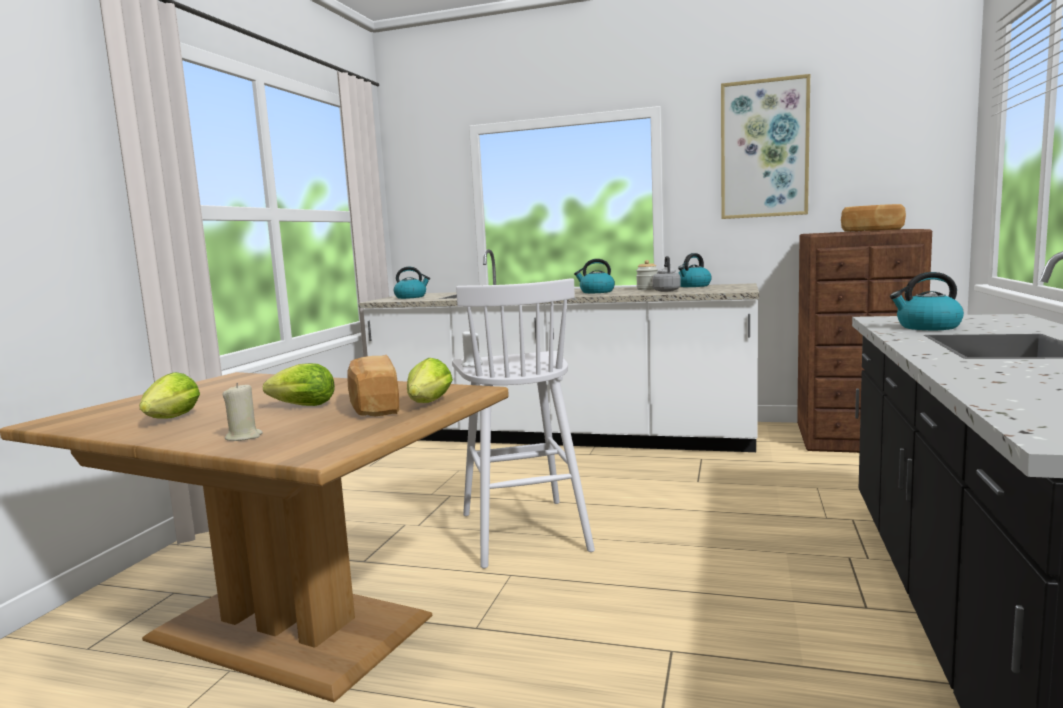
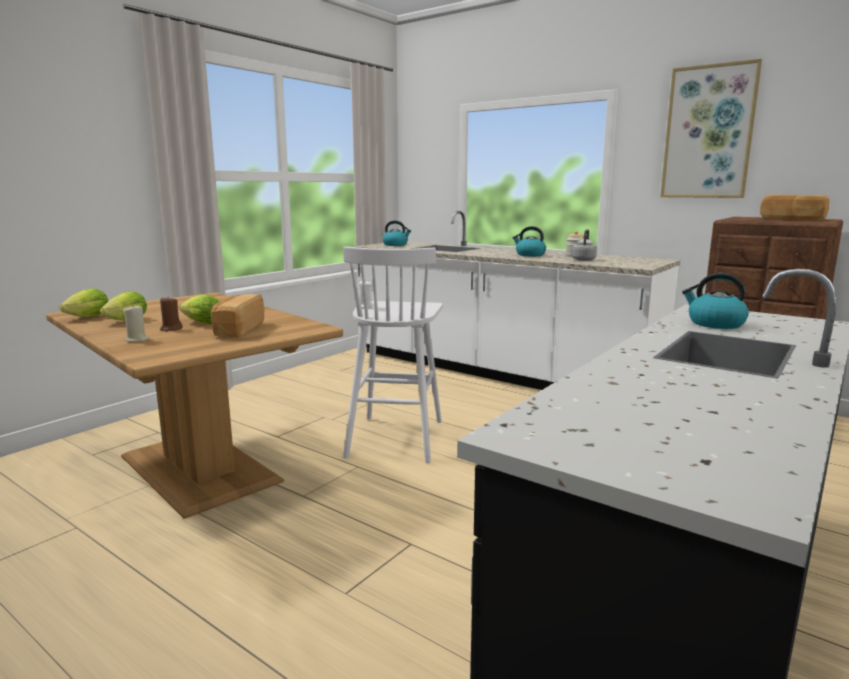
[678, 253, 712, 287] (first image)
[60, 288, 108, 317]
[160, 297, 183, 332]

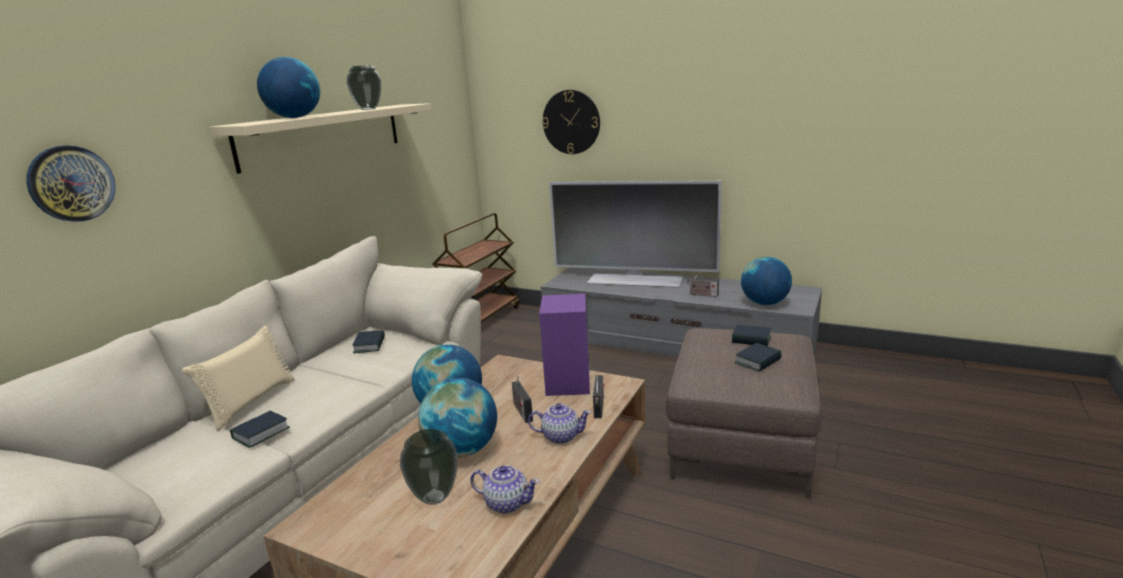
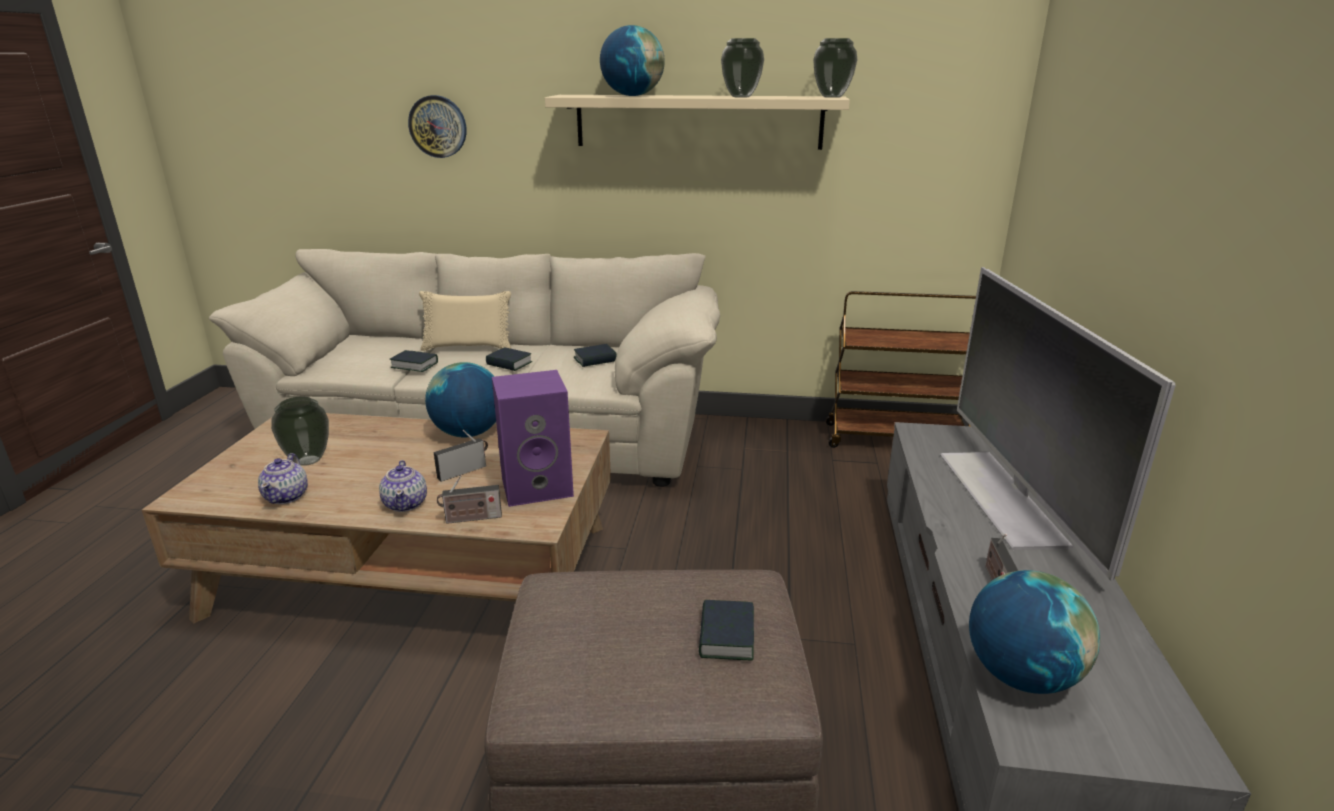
[542, 90, 600, 154] (first image)
[486, 347, 532, 371]
[418, 378, 497, 458] (first image)
[813, 38, 857, 98]

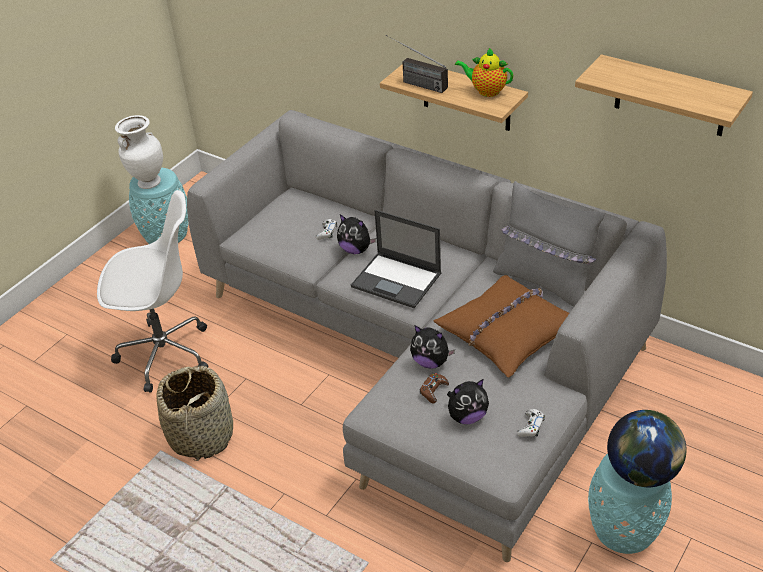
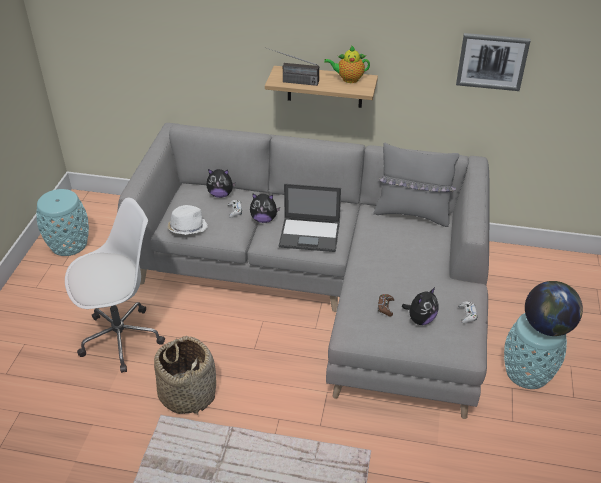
[456, 33, 531, 91]
[115, 115, 163, 189] (first image)
[433, 275, 569, 378] (first image)
[207, 169, 236, 198]
[167, 205, 208, 235]

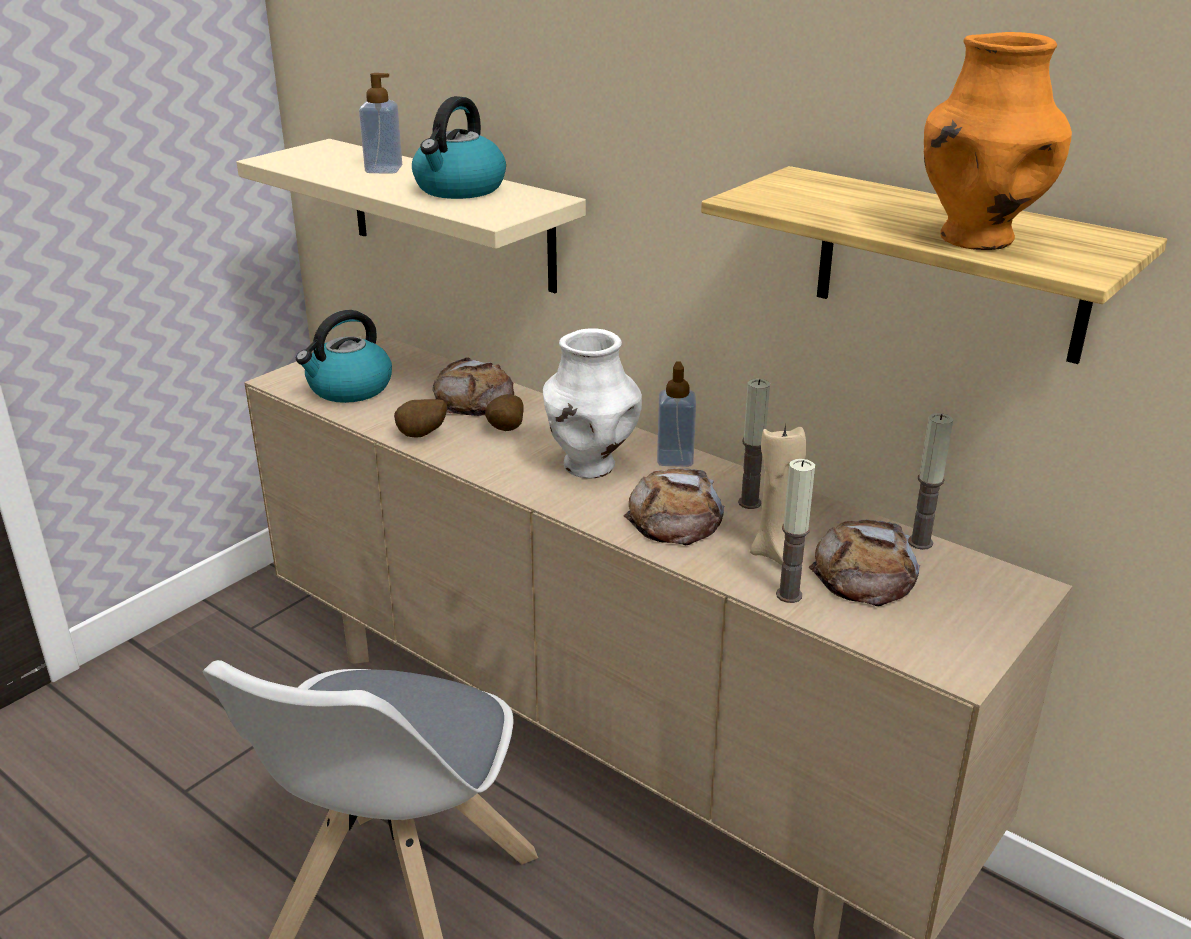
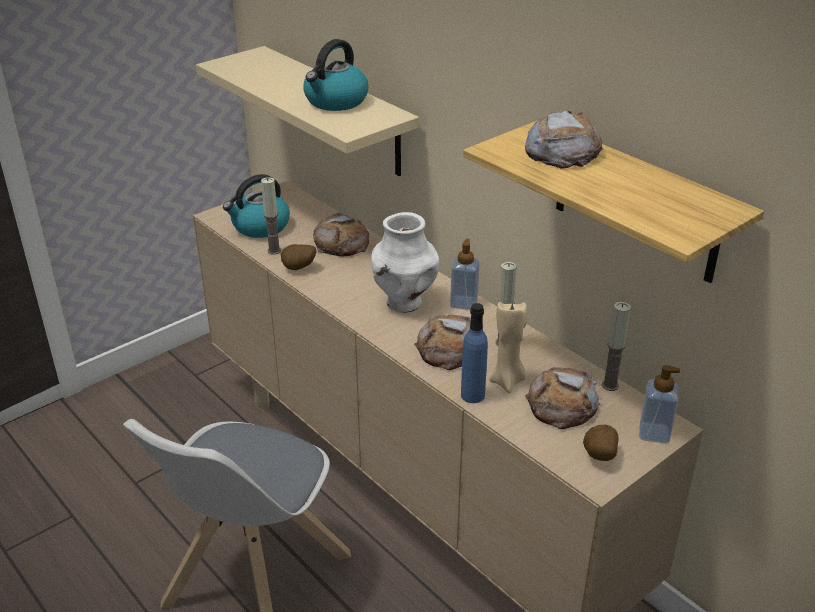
[924, 32, 1072, 250] (first image)
[639, 365, 680, 444]
[583, 425, 619, 461]
[261, 177, 281, 255]
[525, 111, 603, 169]
[461, 303, 488, 403]

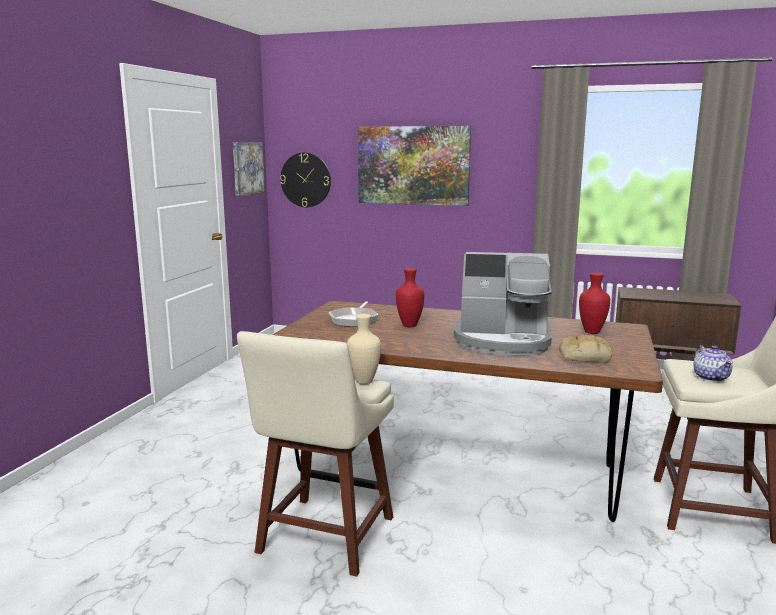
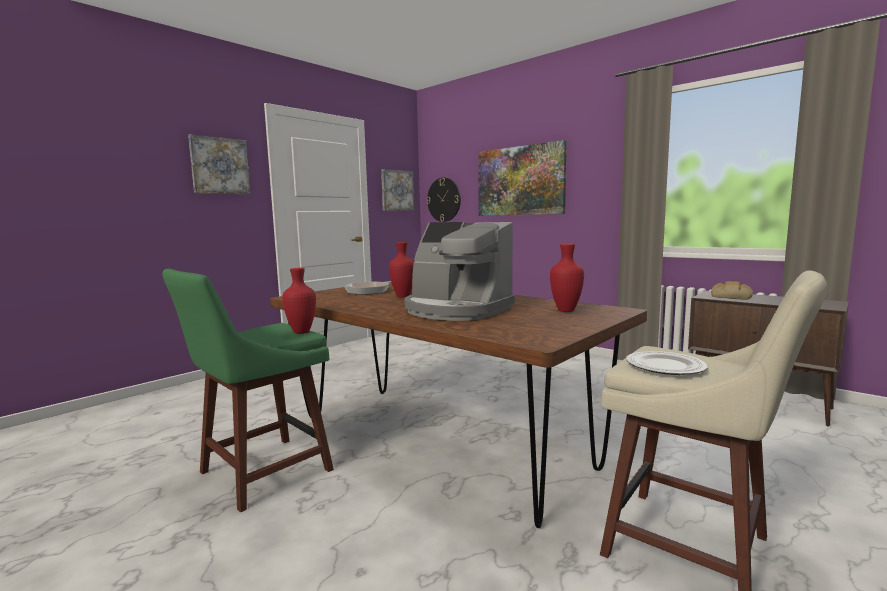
[282, 268, 316, 334]
[162, 269, 334, 512]
[711, 281, 753, 300]
[626, 351, 708, 375]
[188, 134, 251, 194]

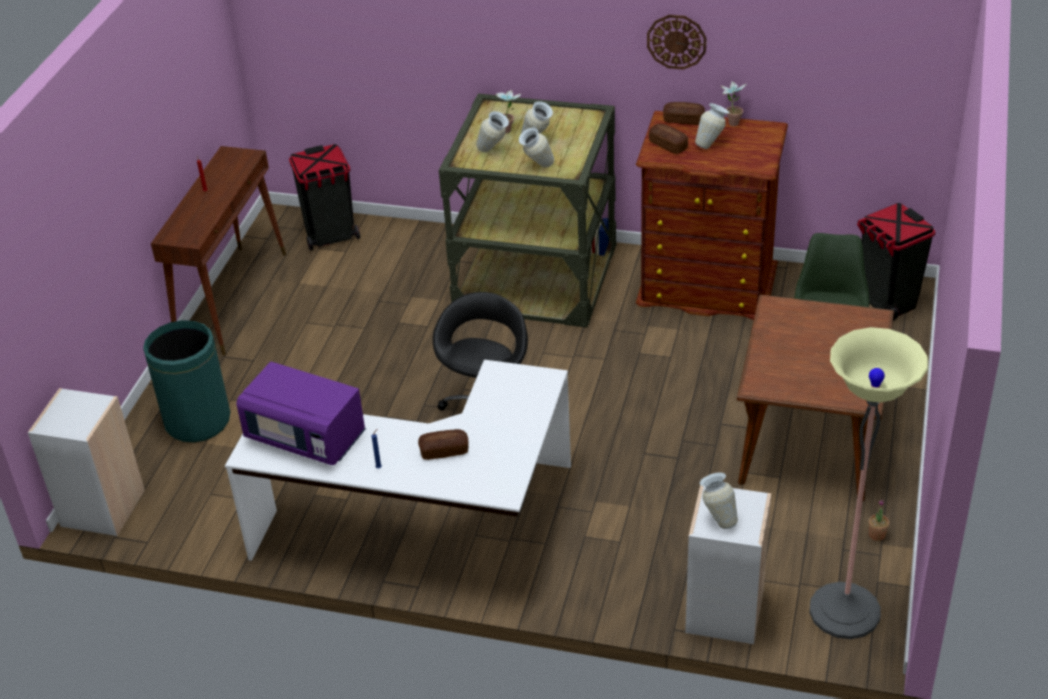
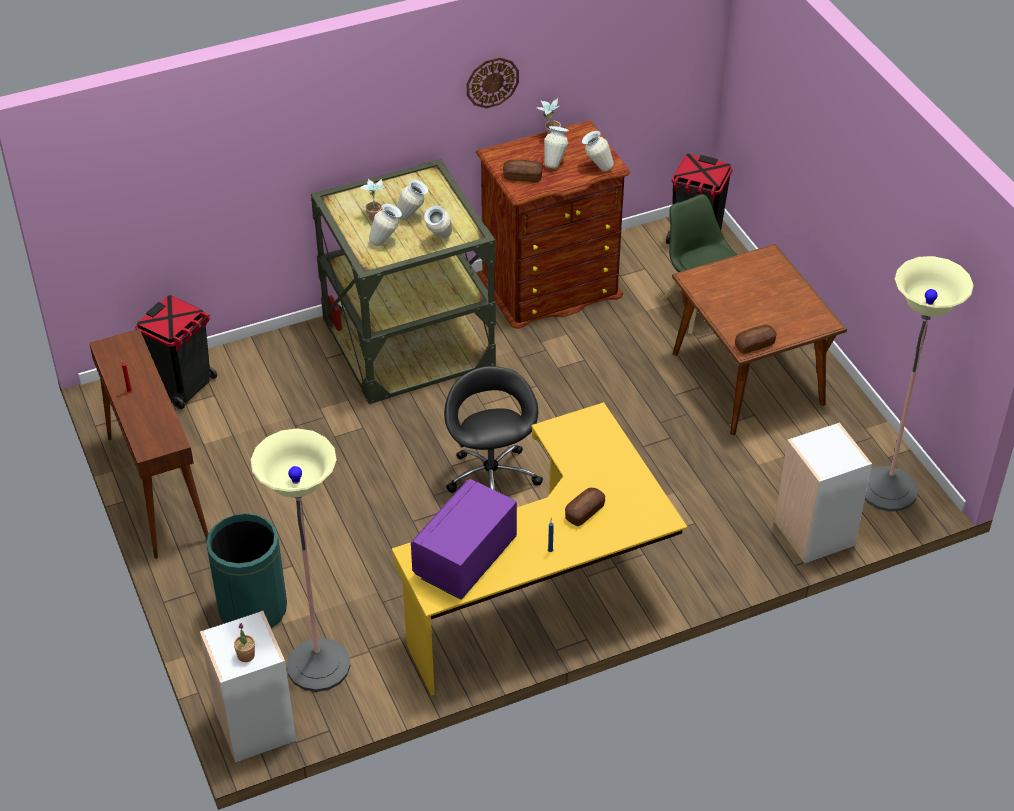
[735, 325, 776, 354]
[392, 402, 687, 696]
[411, 479, 517, 600]
[582, 131, 614, 171]
[234, 623, 255, 662]
[251, 428, 350, 692]

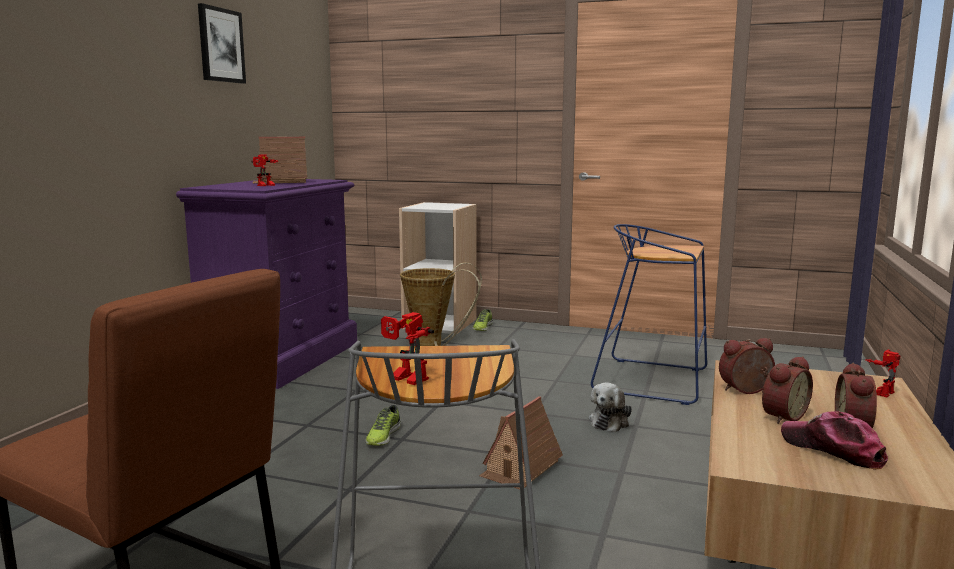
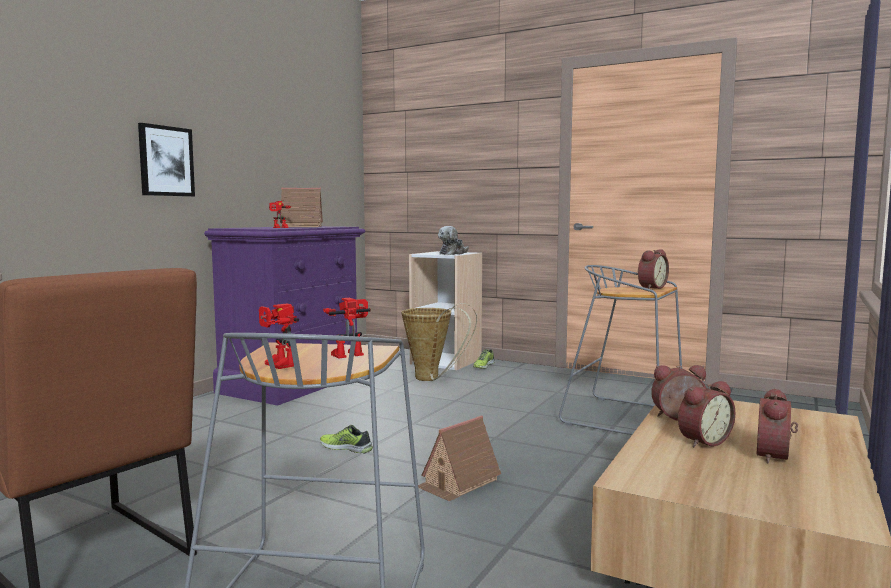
[138, 123, 195, 197]
[559, 265, 682, 435]
[323, 298, 371, 359]
[438, 226, 469, 255]
[320, 425, 373, 453]
[781, 411, 888, 470] (first image)
[638, 249, 669, 289]

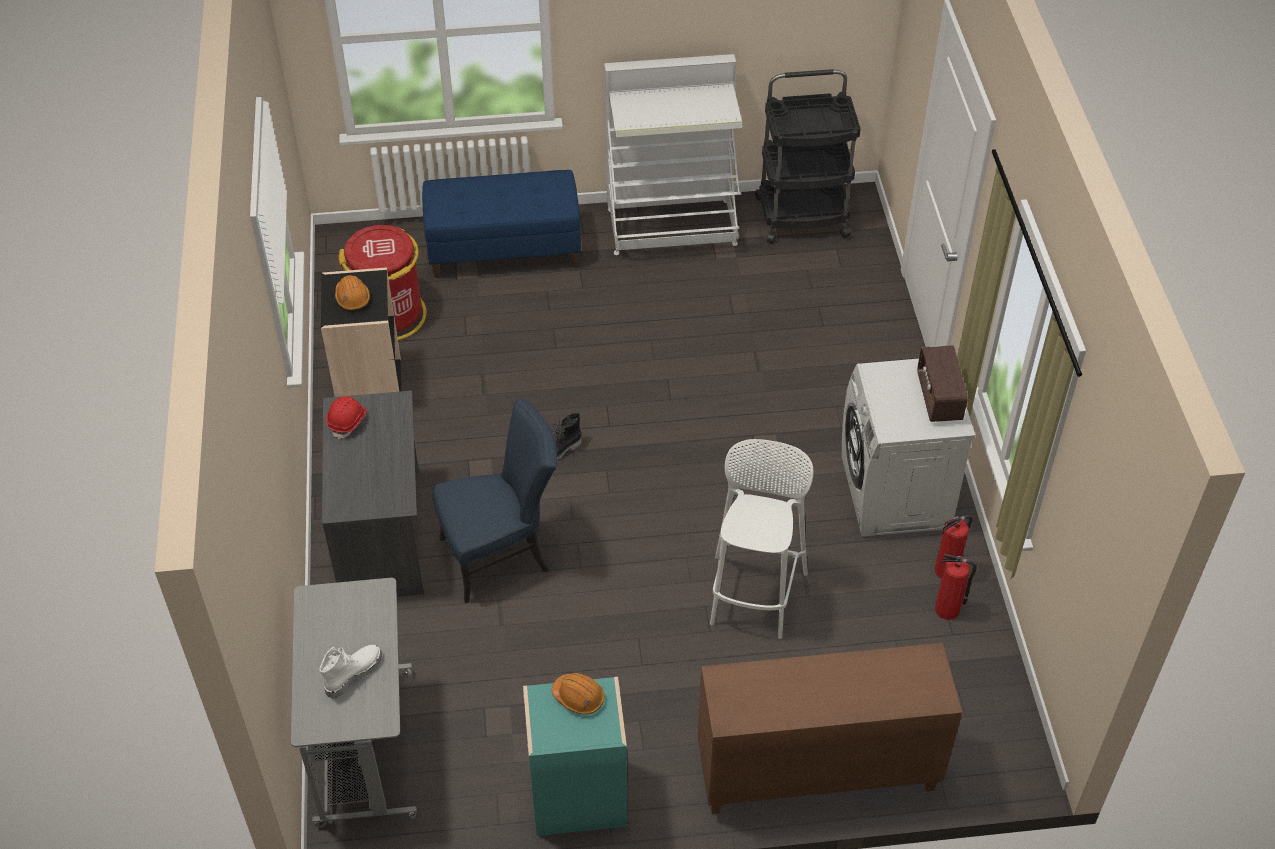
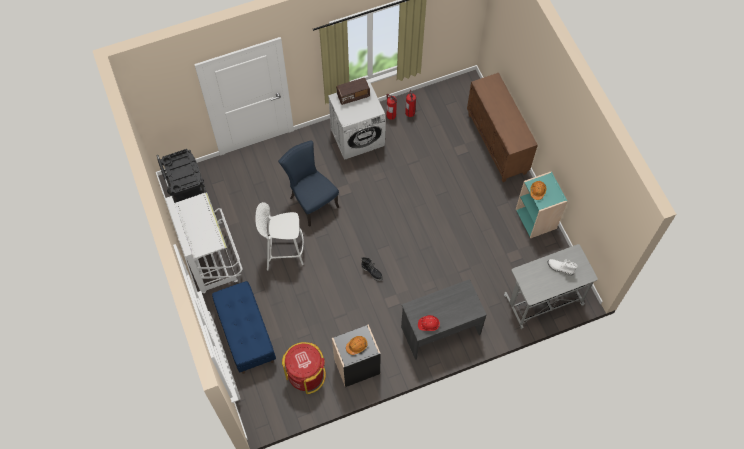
[278, 140, 339, 227]
[256, 202, 304, 271]

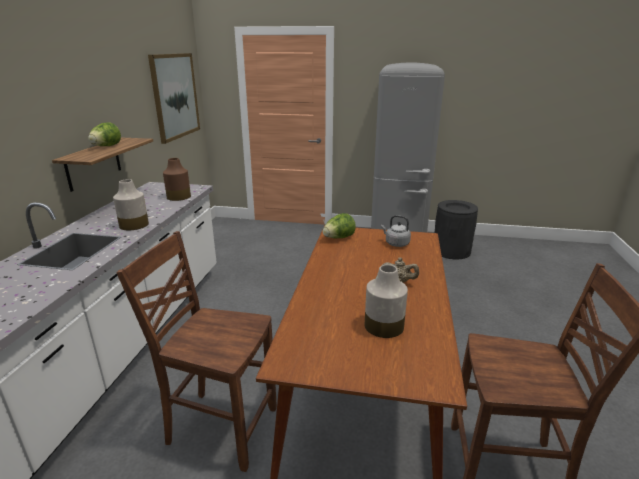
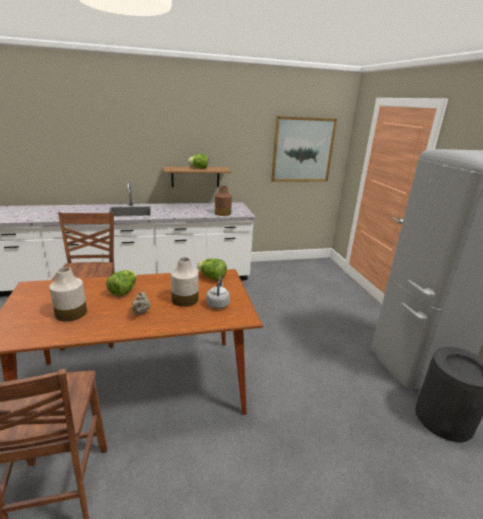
[171, 257, 199, 307]
[106, 270, 137, 297]

